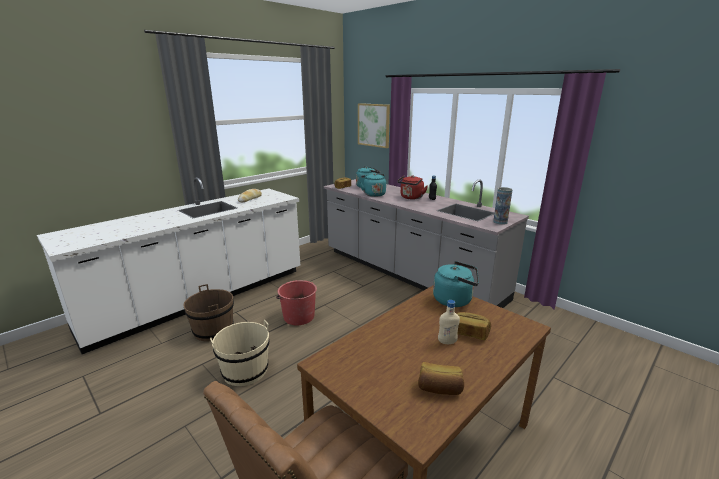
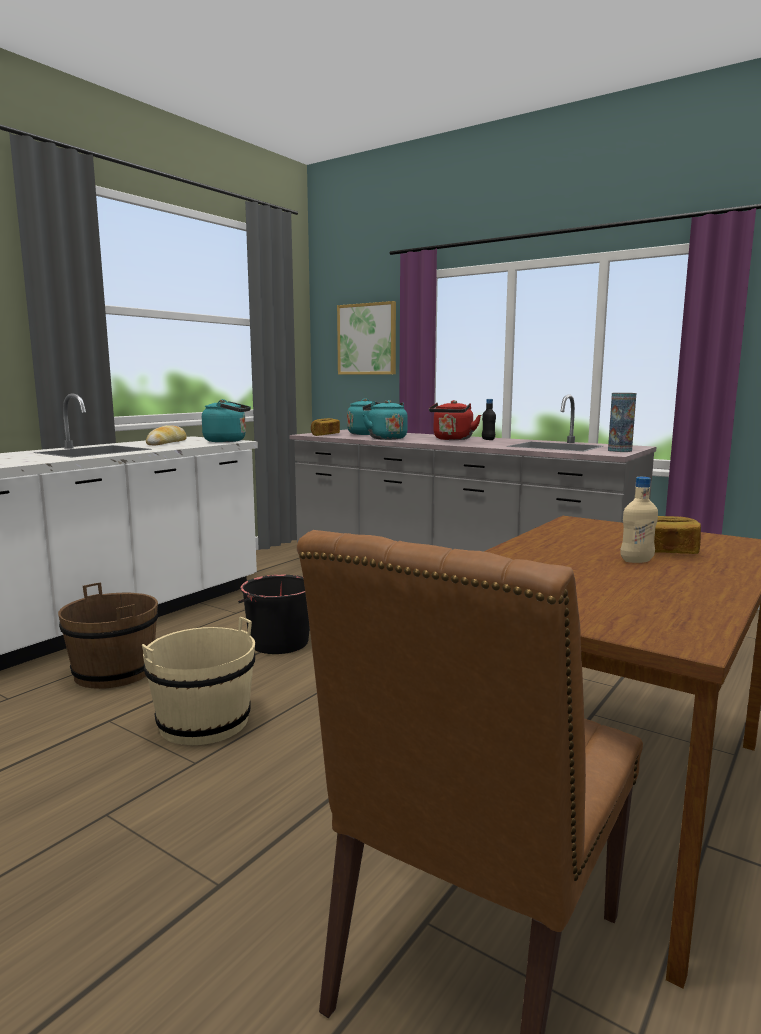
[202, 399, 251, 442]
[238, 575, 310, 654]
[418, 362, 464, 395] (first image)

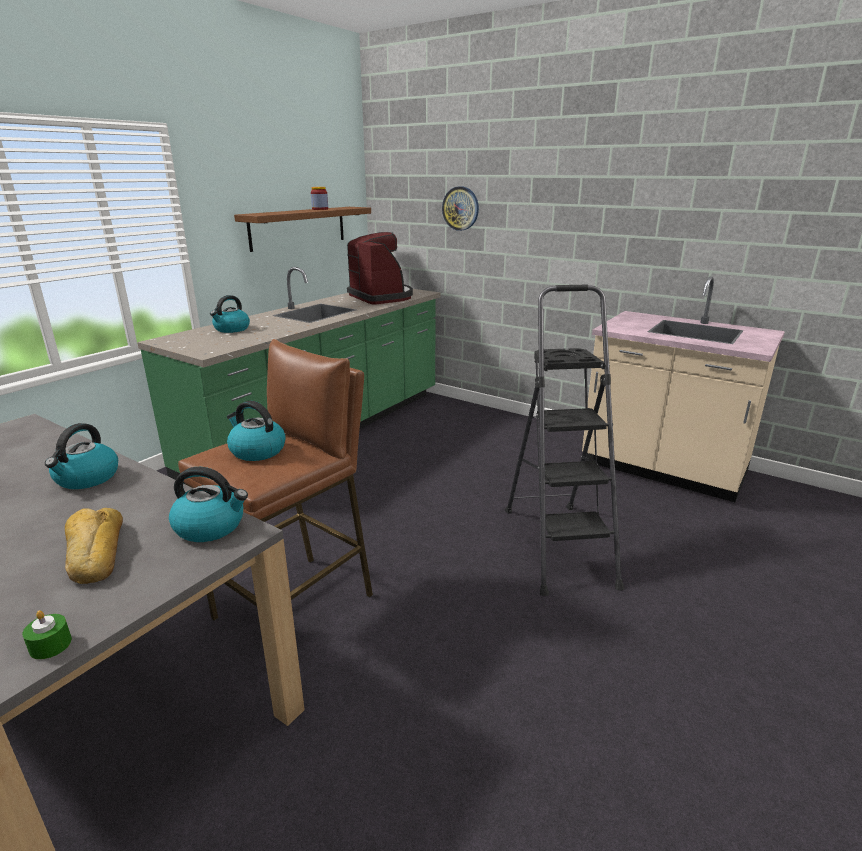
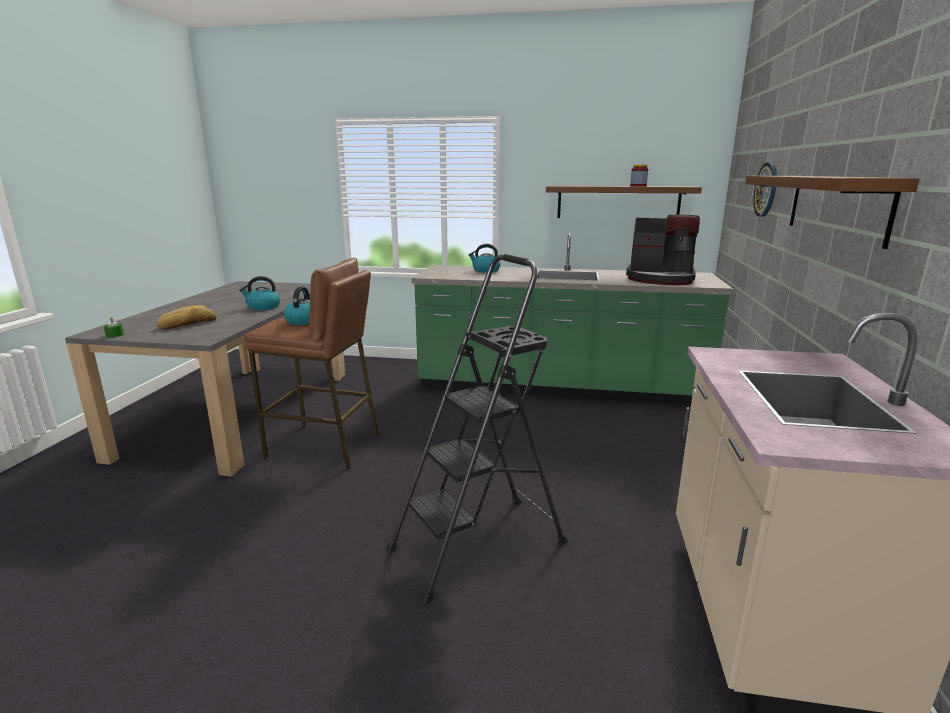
[626, 215, 700, 285]
[169, 467, 248, 542] (first image)
[745, 176, 919, 249]

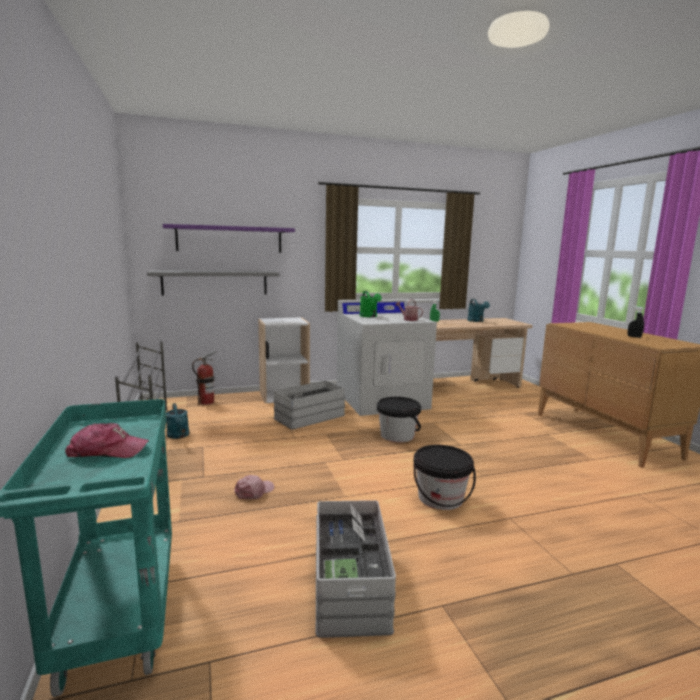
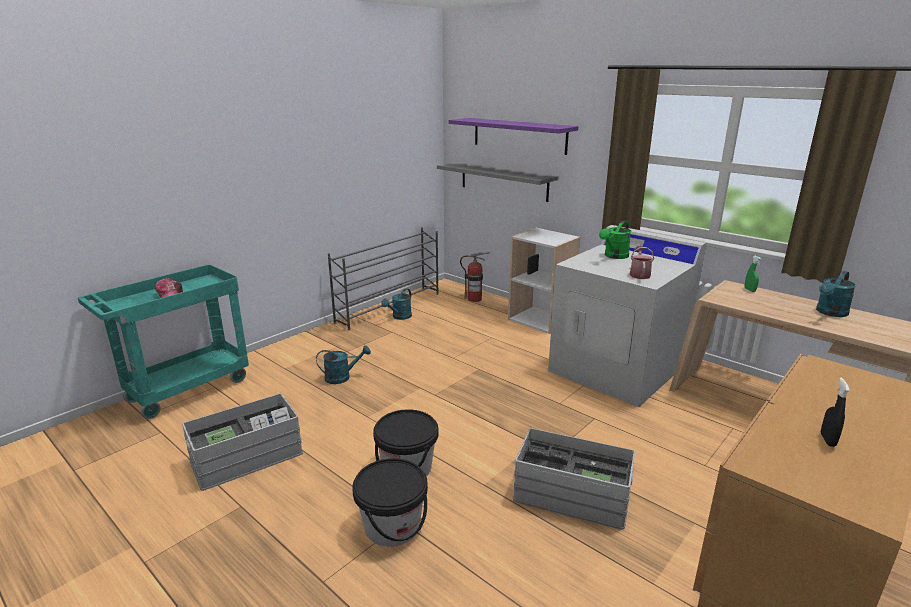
[513, 428, 635, 530]
[352, 458, 428, 547]
[316, 345, 371, 384]

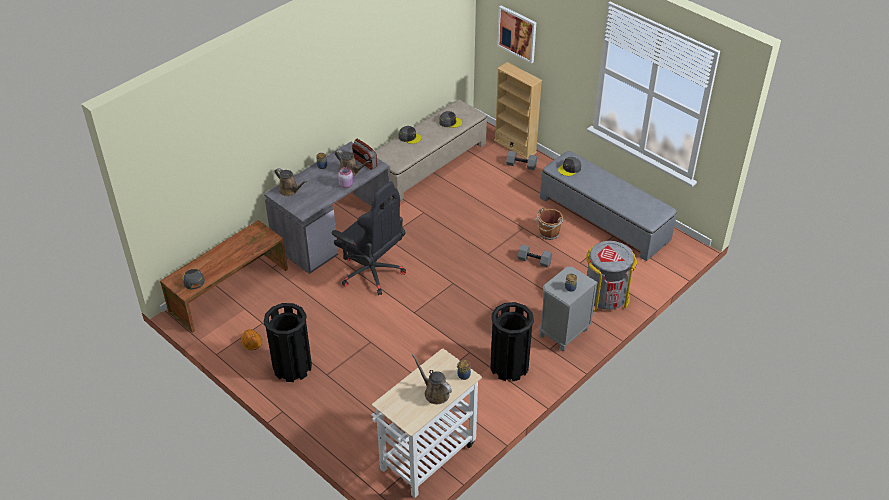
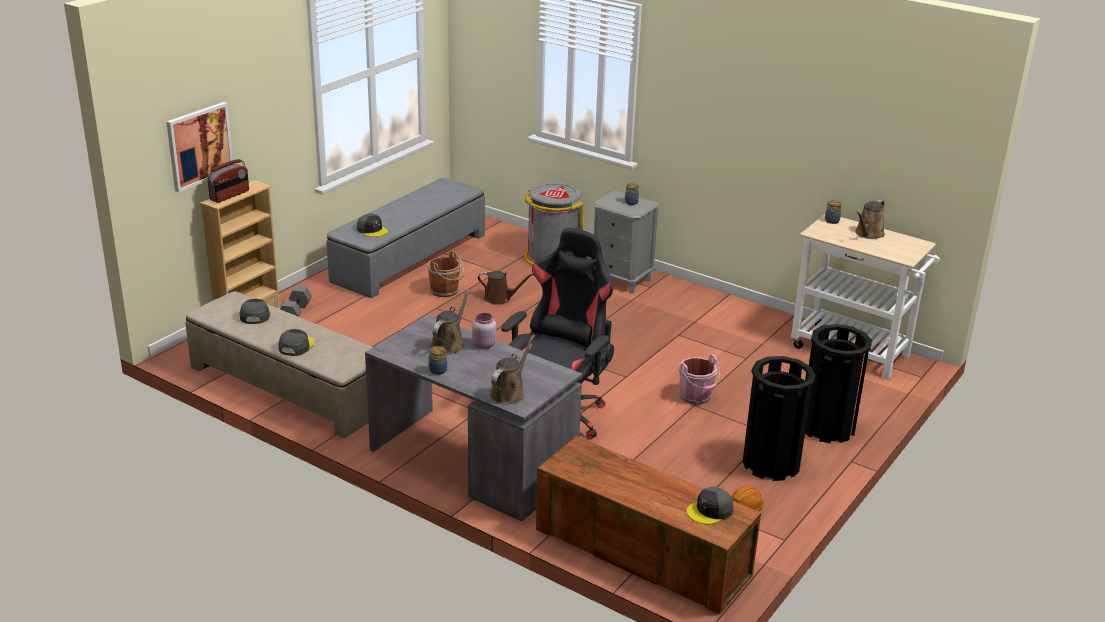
[208, 159, 249, 203]
[478, 271, 533, 305]
[805, 324, 872, 443]
[679, 354, 720, 405]

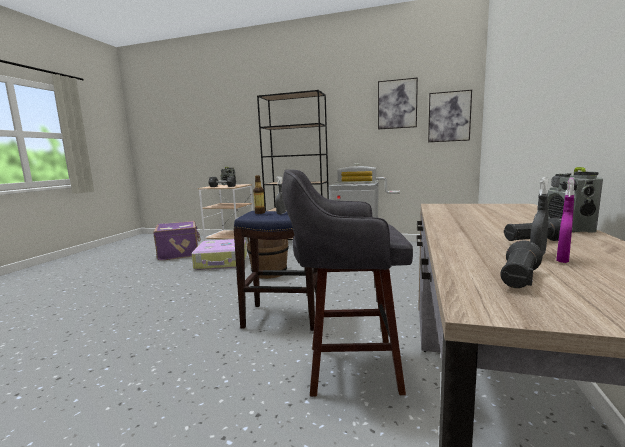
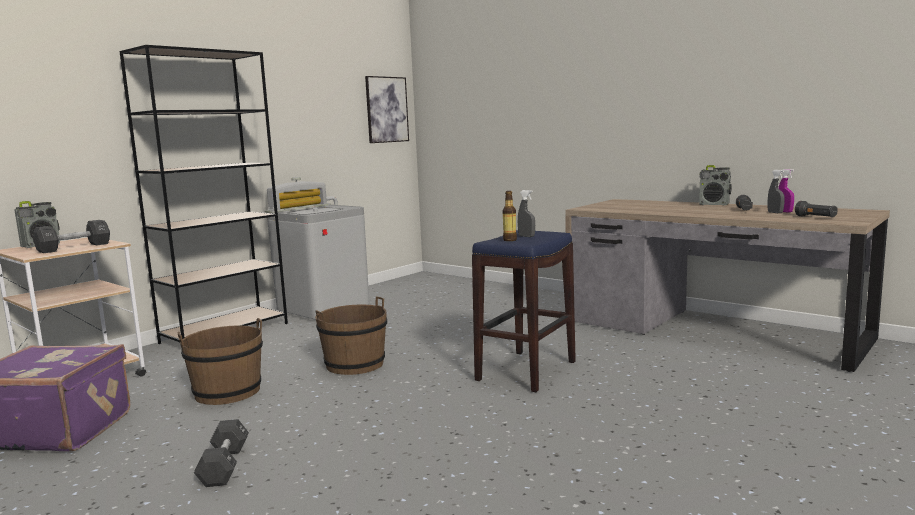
[378, 77, 418, 129] (first image)
[282, 169, 413, 397] (first image)
[177, 318, 263, 405]
[194, 419, 249, 487]

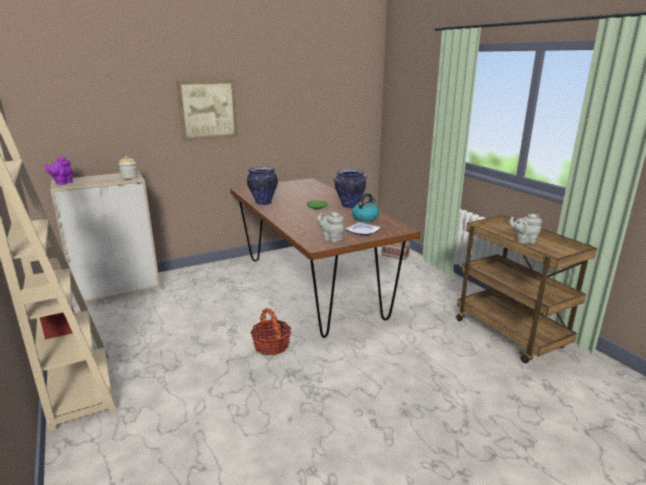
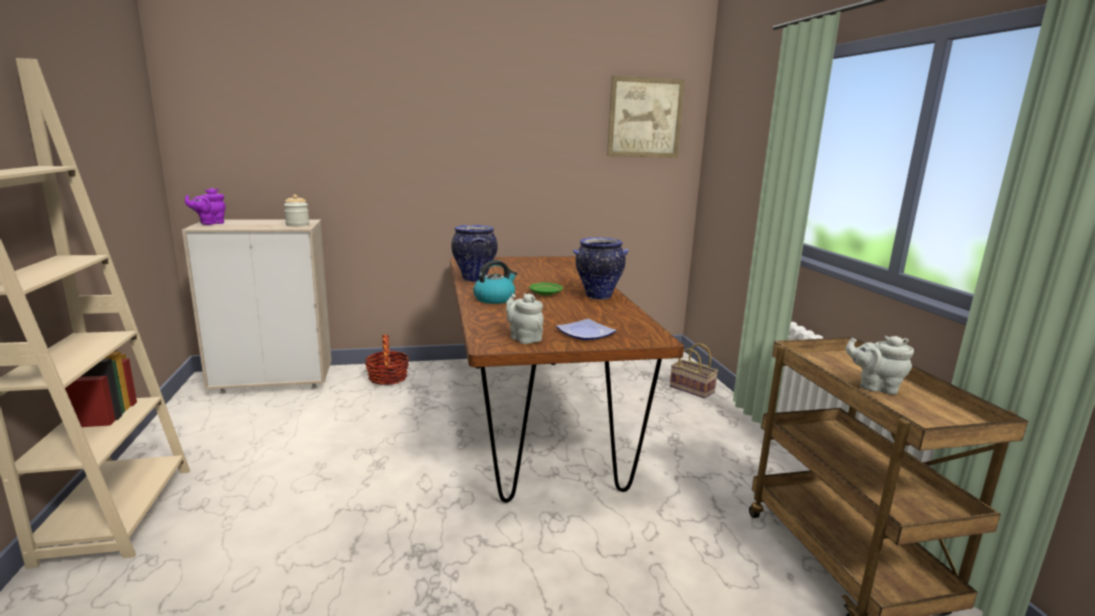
[607, 76, 685, 158]
[473, 260, 517, 304]
[365, 334, 409, 385]

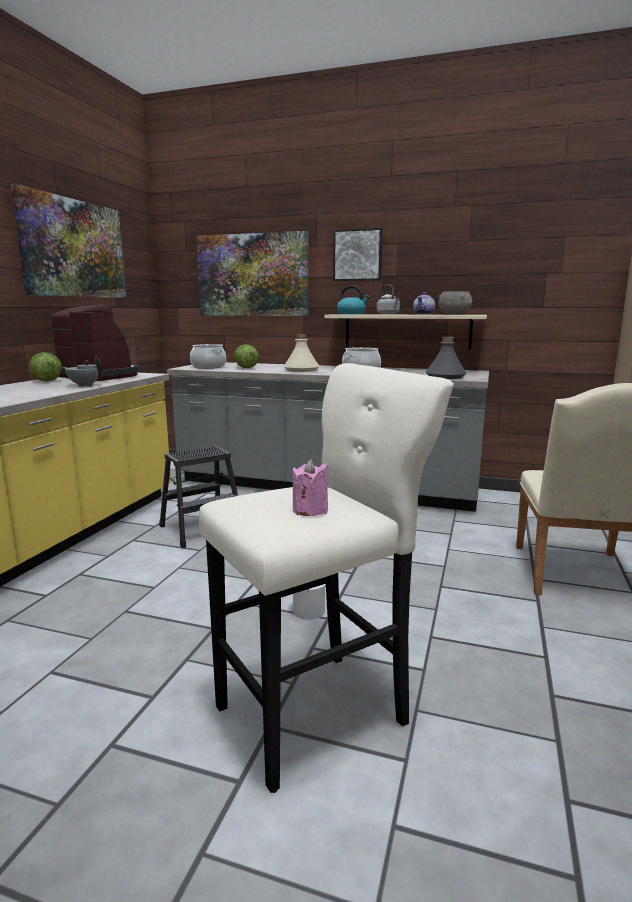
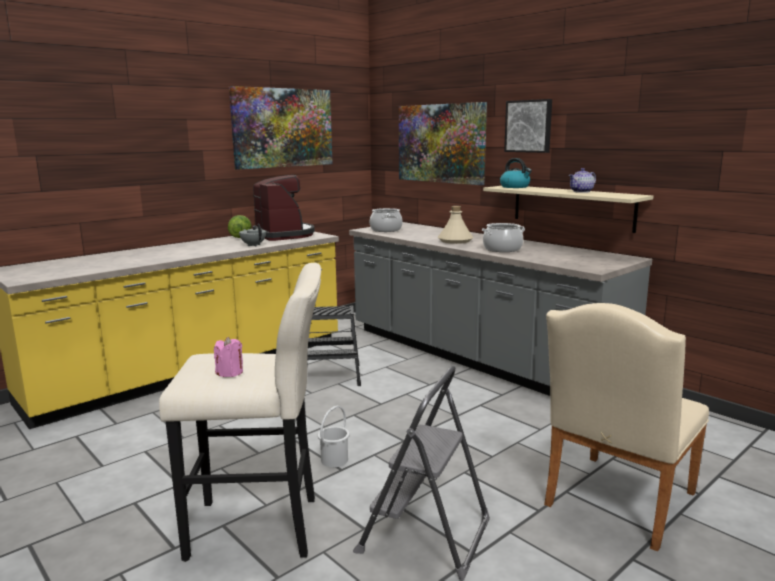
[377, 285, 400, 315] (first image)
[438, 291, 472, 315] (first image)
[426, 337, 467, 379] (first image)
[234, 344, 259, 368] (first image)
[353, 366, 490, 581]

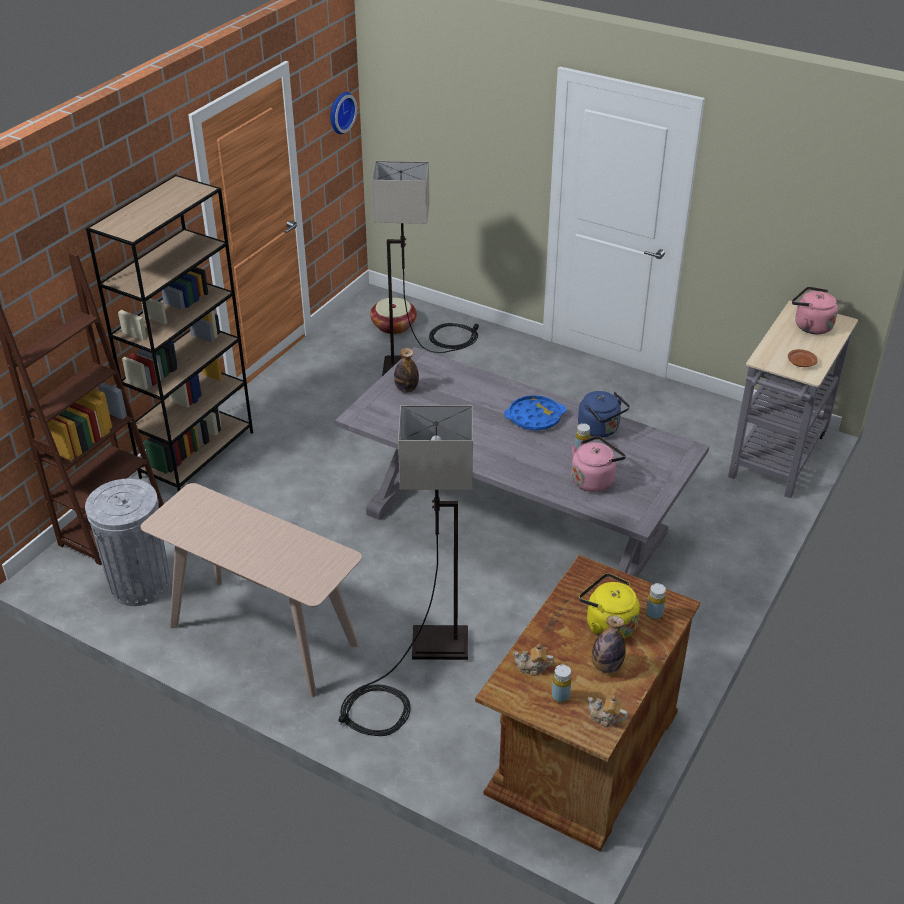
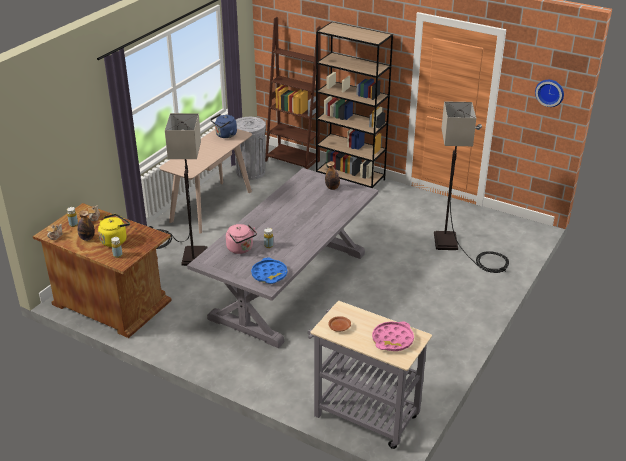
[372, 321, 414, 351]
[370, 298, 417, 334] (first image)
[210, 114, 237, 138]
[251, 258, 287, 284]

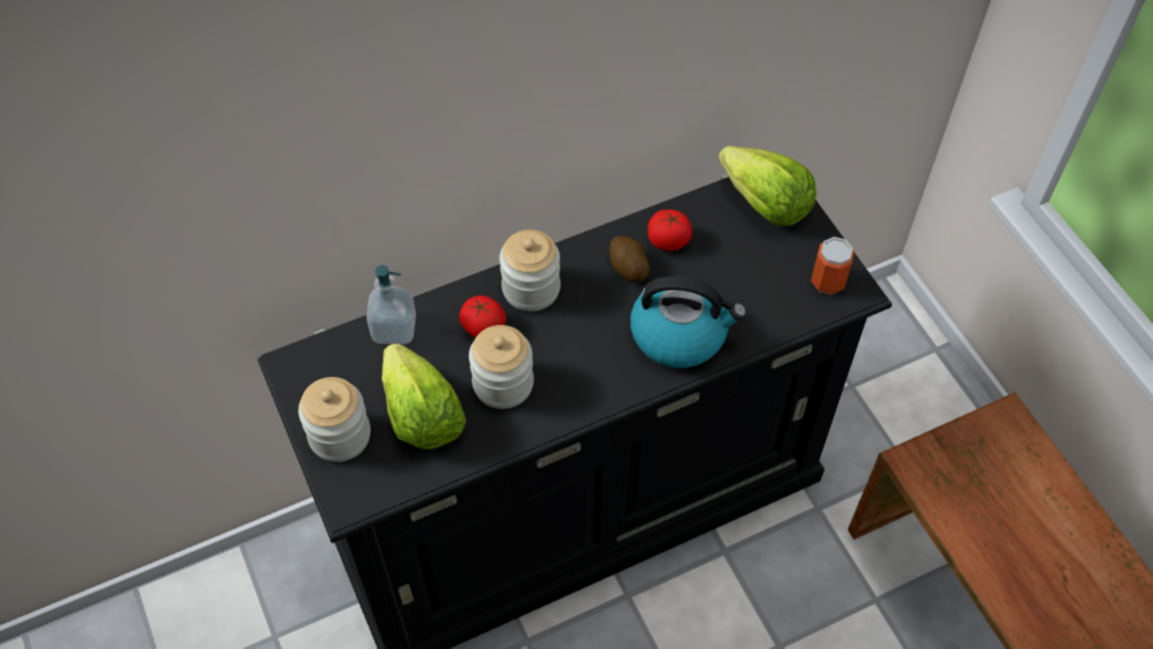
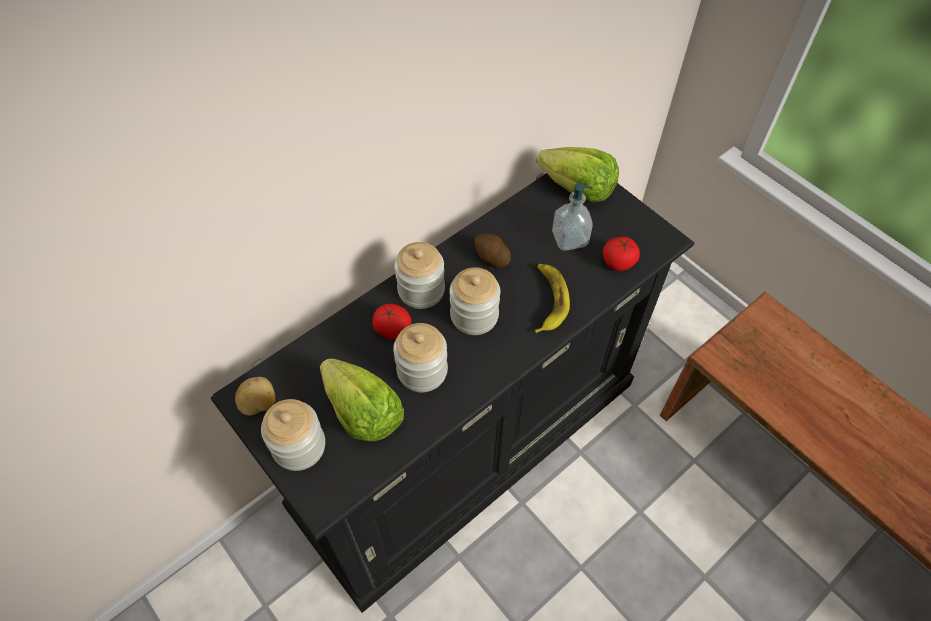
[603, 237, 640, 271]
[811, 237, 855, 295] (first image)
[552, 183, 593, 251]
[535, 264, 570, 333]
[449, 267, 500, 335]
[235, 377, 275, 416]

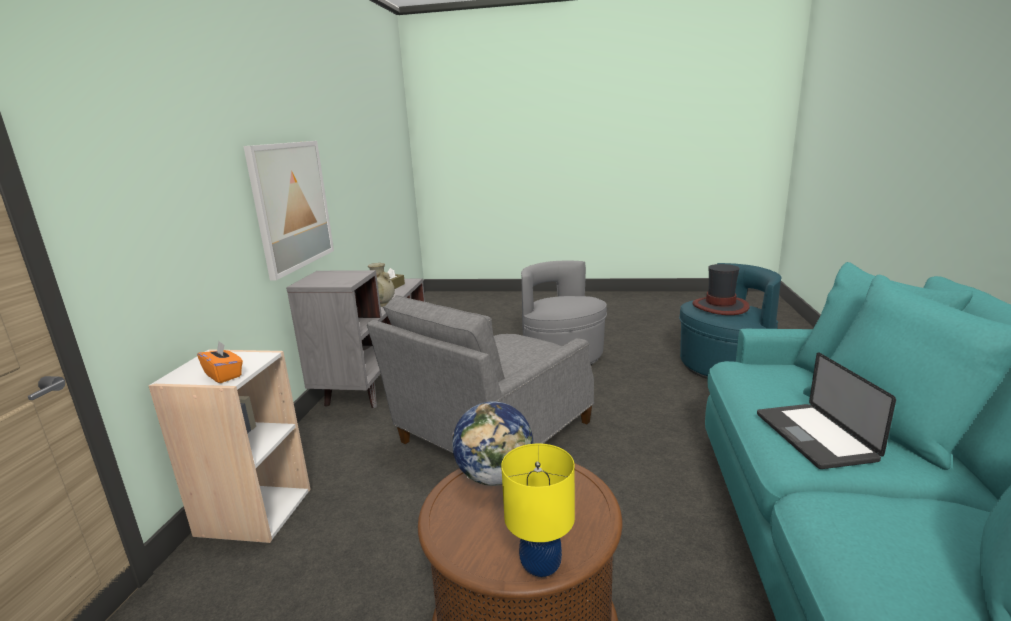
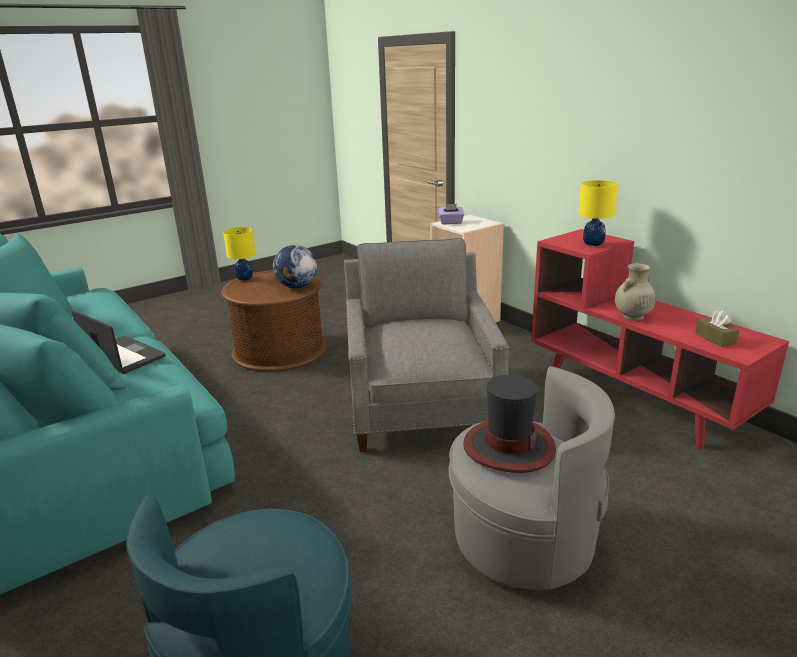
[243, 141, 334, 280] (first image)
[463, 375, 556, 473]
[531, 229, 789, 449]
[438, 204, 464, 224]
[578, 180, 618, 246]

